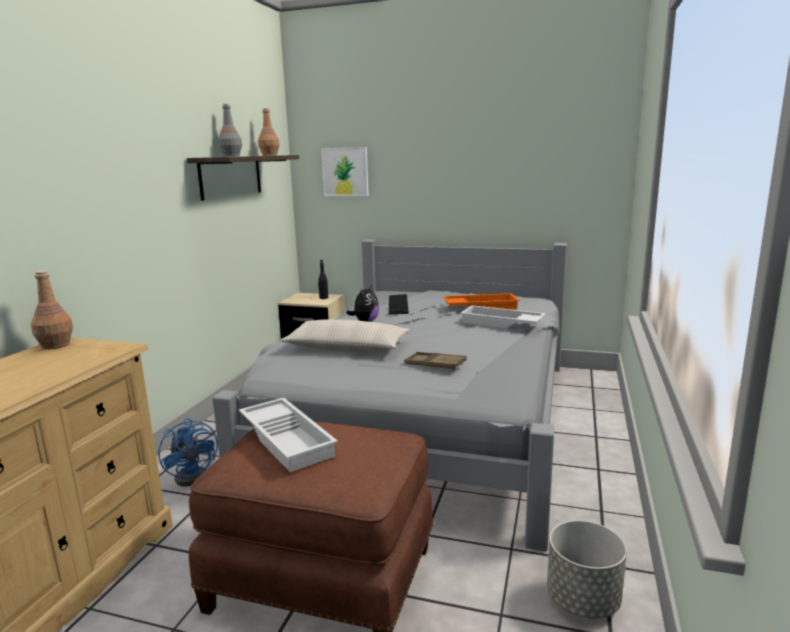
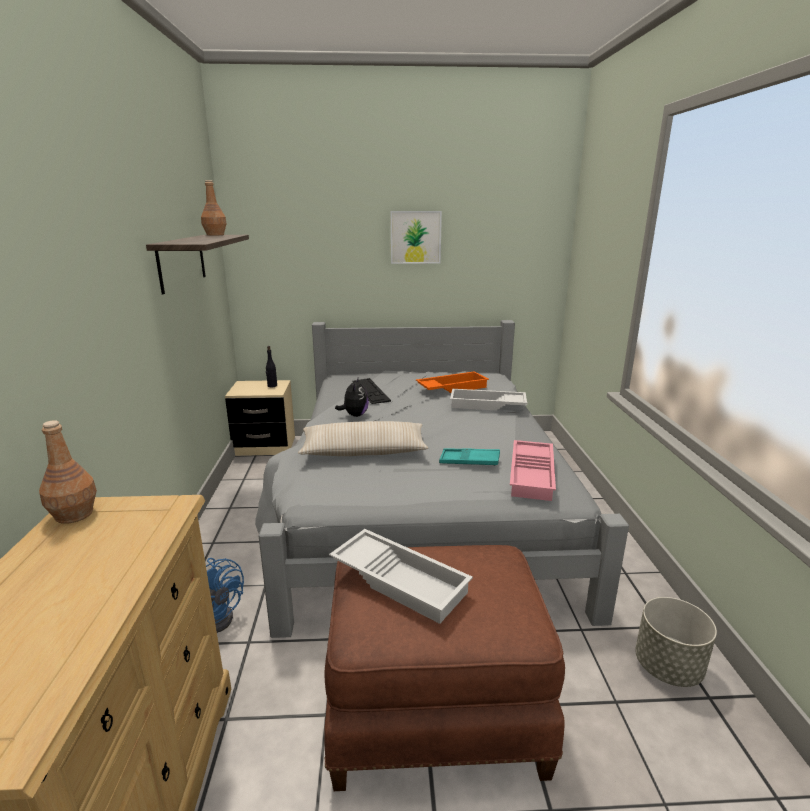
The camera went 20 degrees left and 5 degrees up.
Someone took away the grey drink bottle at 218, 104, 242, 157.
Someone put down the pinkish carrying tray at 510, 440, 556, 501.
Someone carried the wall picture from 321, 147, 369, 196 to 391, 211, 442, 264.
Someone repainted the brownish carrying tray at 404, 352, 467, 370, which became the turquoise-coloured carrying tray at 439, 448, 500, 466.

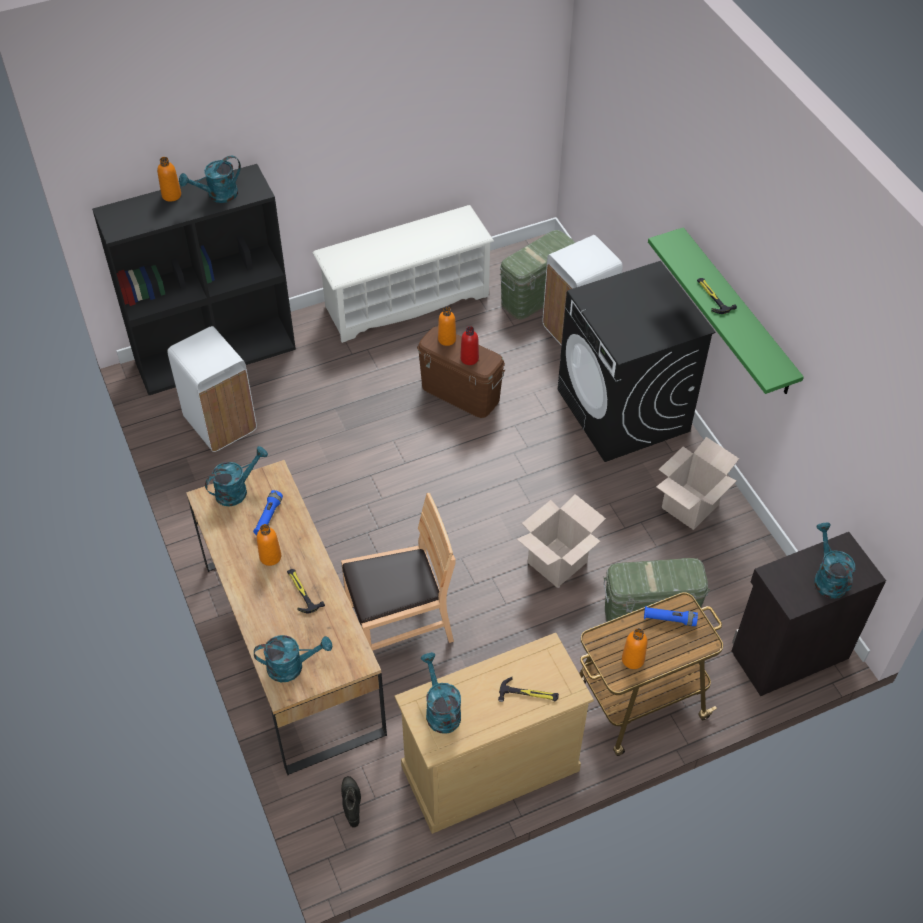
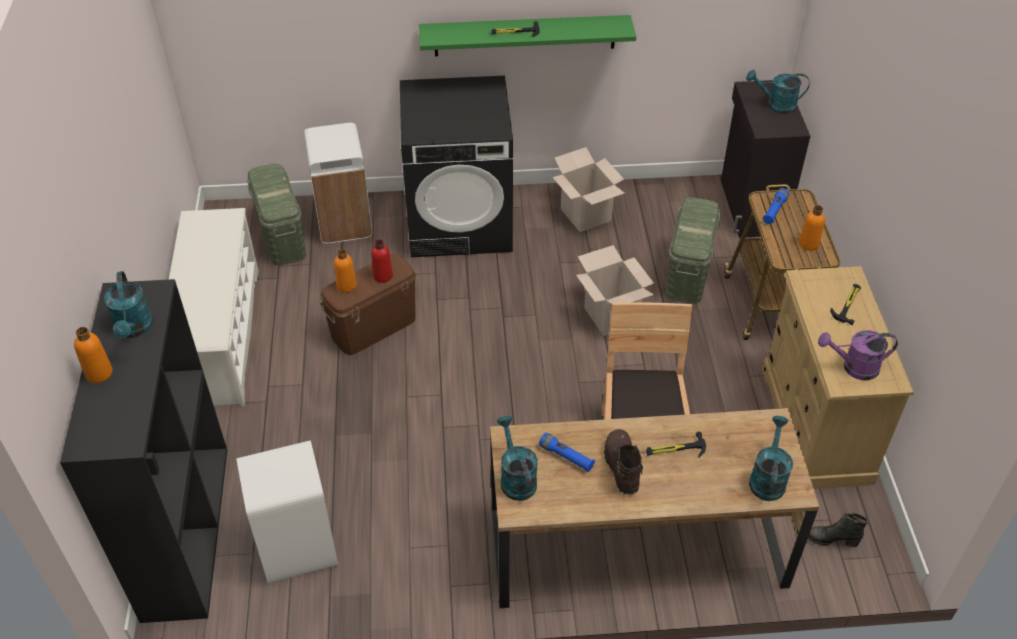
The camera went 70 degrees left and 5 degrees down.
Someone swapped the orangey drink bottle at 257, 524, 281, 566 for the brownish high-top boot at 604, 429, 643, 495.
Someone repainted the turquoise-coloured watering pot at 421, 652, 461, 734, which became the purplish watering pot at 818, 330, 898, 380.

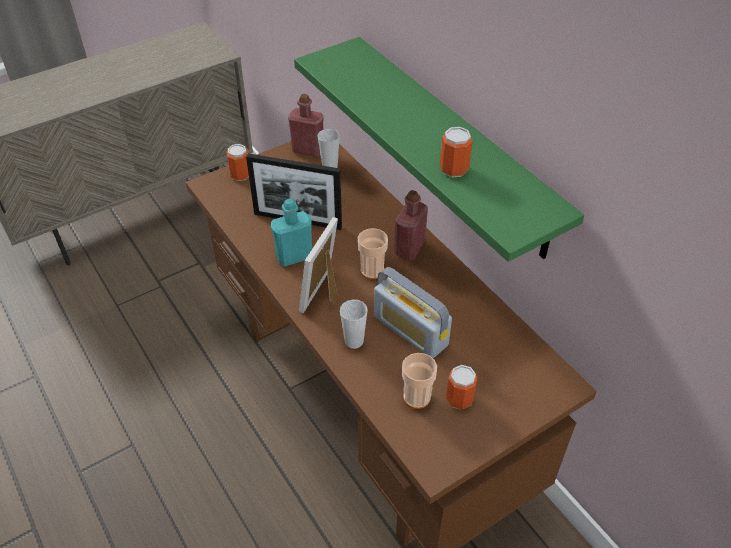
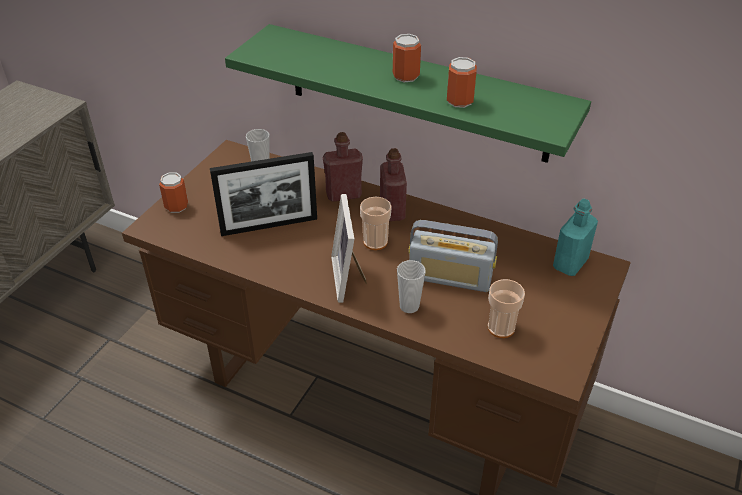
The camera went 30 degrees left and 5 degrees down.
Someone carried the turquoise-coloured drink bottle from 271, 199, 312, 267 to 553, 198, 598, 276.
Someone carried the reddish drink bottle from 288, 94, 323, 157 to 323, 132, 363, 202.
Someone carried the sealed can from 446, 365, 478, 410 to 393, 34, 421, 82.

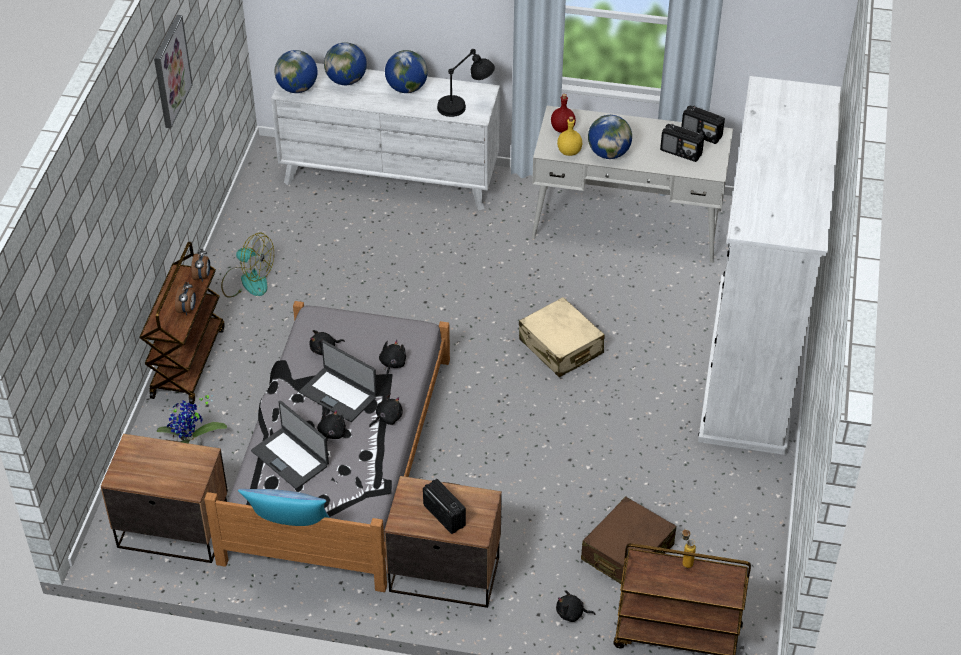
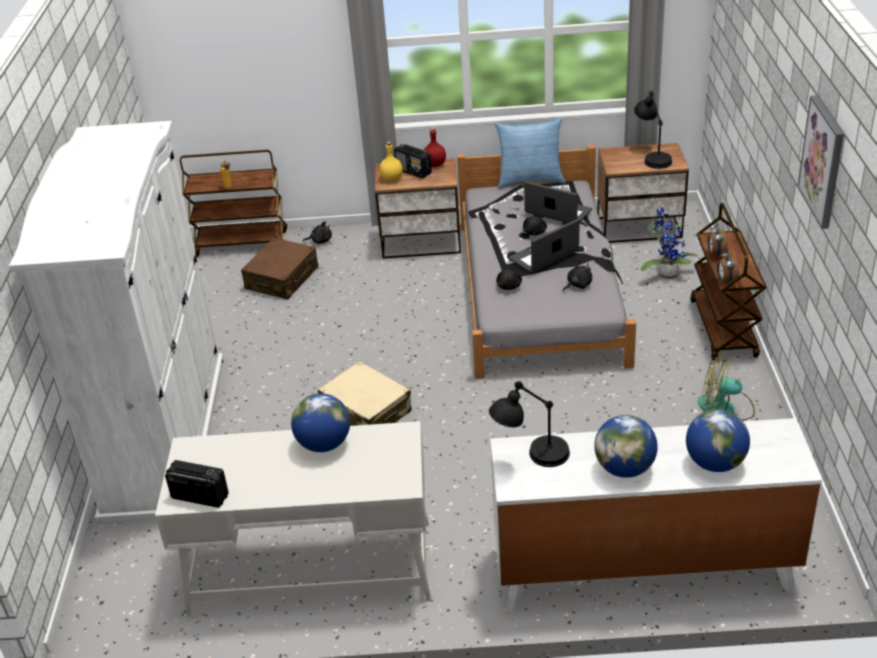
The camera went 170 degrees right and 10 degrees down.
Someone took away the world globe at 275, 50, 317, 93.
Someone took away the blackish cuddly toy at 369, 394, 403, 427.
Someone took away the radio set at 660, 124, 704, 162.
Someone put down the blackish tabletop lamp at 634, 91, 672, 169.
Someone carried the reddish drink bottle from 551, 94, 576, 133 to 424, 128, 446, 167.
Someone carried the yellow-coloured drink bottle from 557, 116, 582, 156 to 380, 142, 403, 181.
Someone rotated the notebook computer at 299, 340, 377, 422 by 60 degrees counterclockwise.

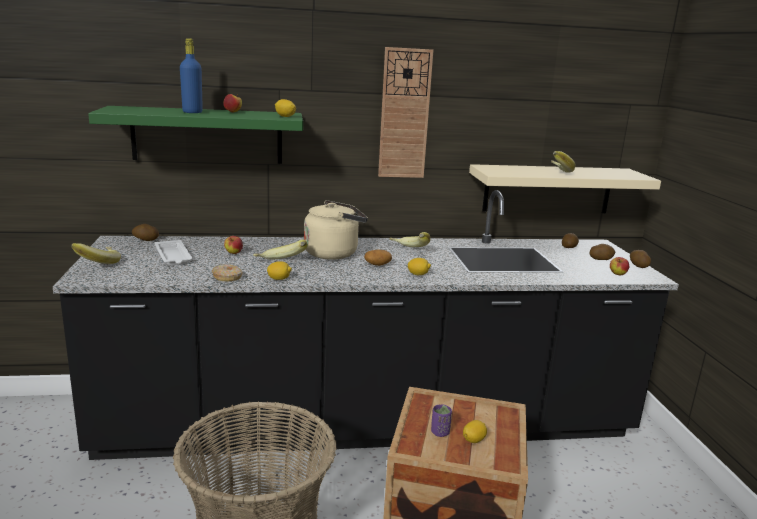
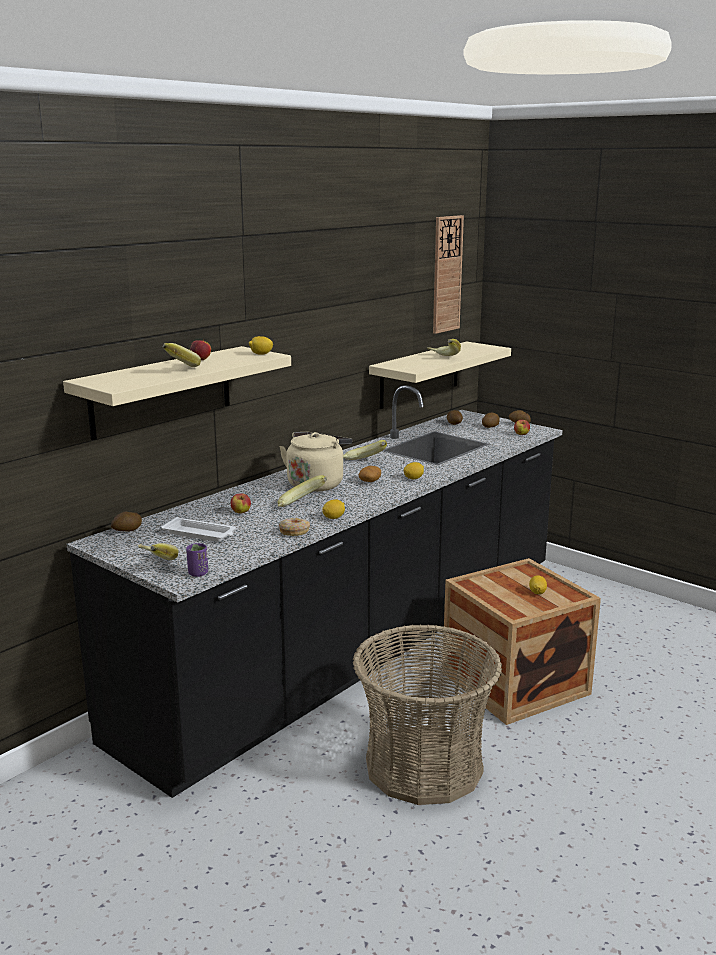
The camera went 40 degrees left and 0 degrees up.
Someone carried the wall clock from 378, 47, 433, 178 to 433, 215, 464, 334.
Someone carried the purplish drinking cup from 431, 404, 452, 437 to 186, 543, 208, 577.
Someone swapped the bluish drink bottle at 180, 38, 203, 113 for the banana fruit at 163, 343, 201, 367.
Someone repainted the greenish bracket shelf at 88, 106, 303, 164, which became the beige-coloured bracket shelf at 63, 346, 291, 440.

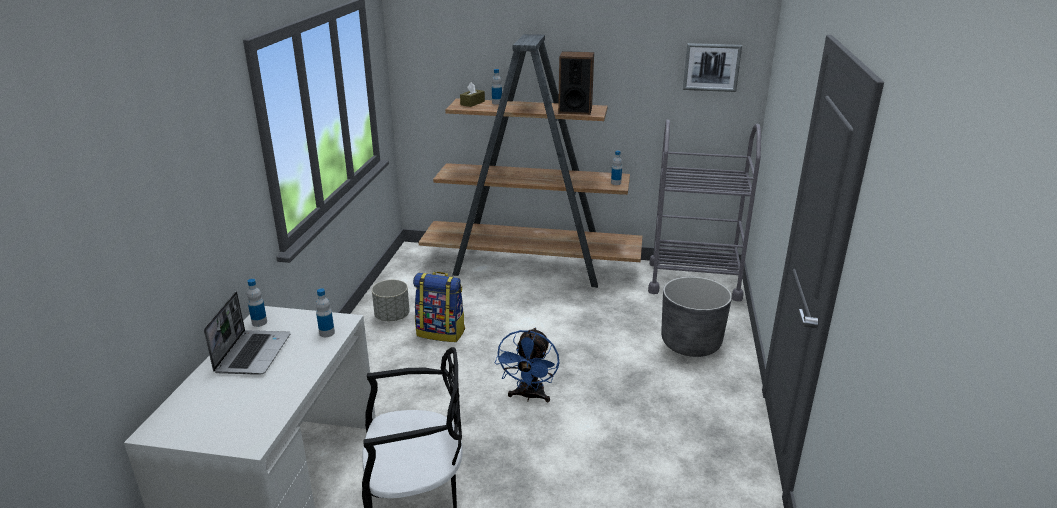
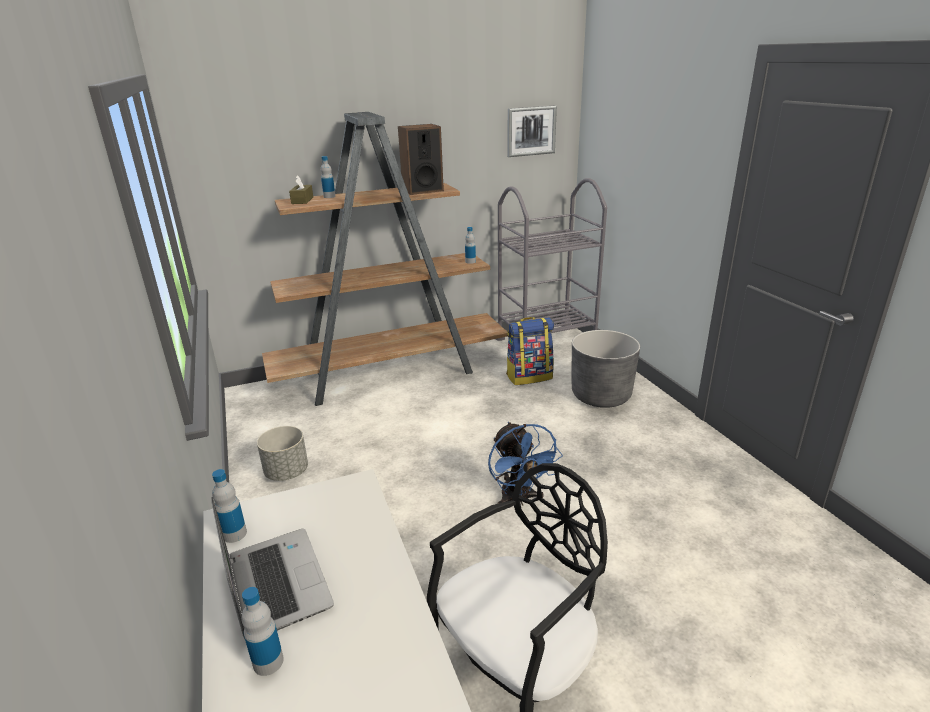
The camera went 30 degrees left and 0 degrees up.
Someone carried the drink bottle from 316, 288, 335, 337 to 242, 587, 284, 676.
Someone carried the backpack from 413, 272, 465, 342 to 506, 317, 554, 385.

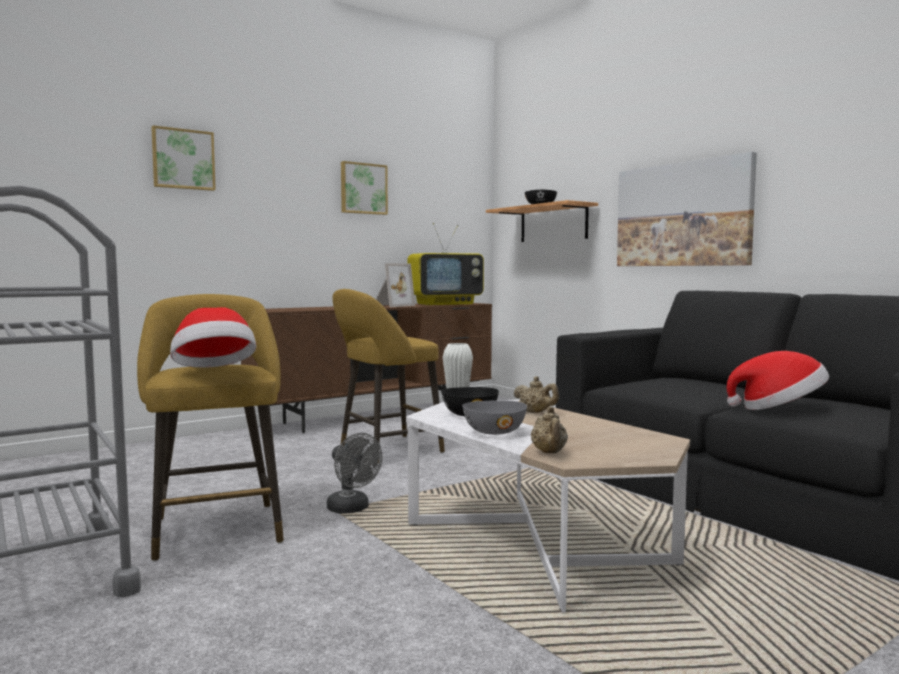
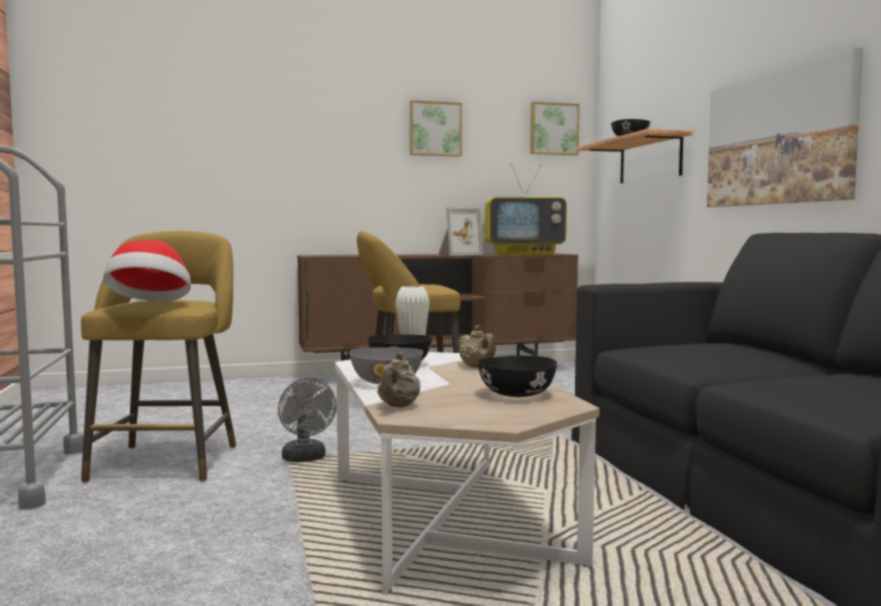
The camera went 20 degrees right and 0 degrees up.
Someone took away the clothing hat at 726, 351, 829, 410.
Someone put down the blackish serving bowl at 477, 356, 557, 397.
Someone carried the wall picture from 151, 125, 216, 191 to 530, 102, 580, 155.

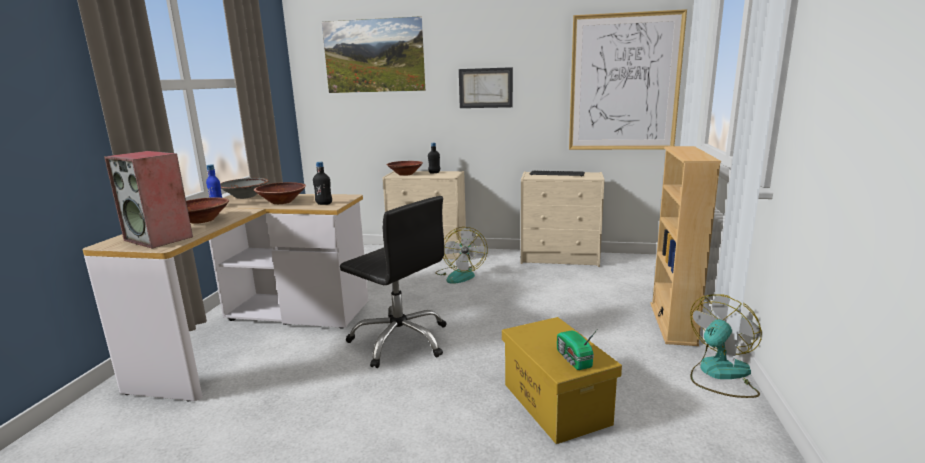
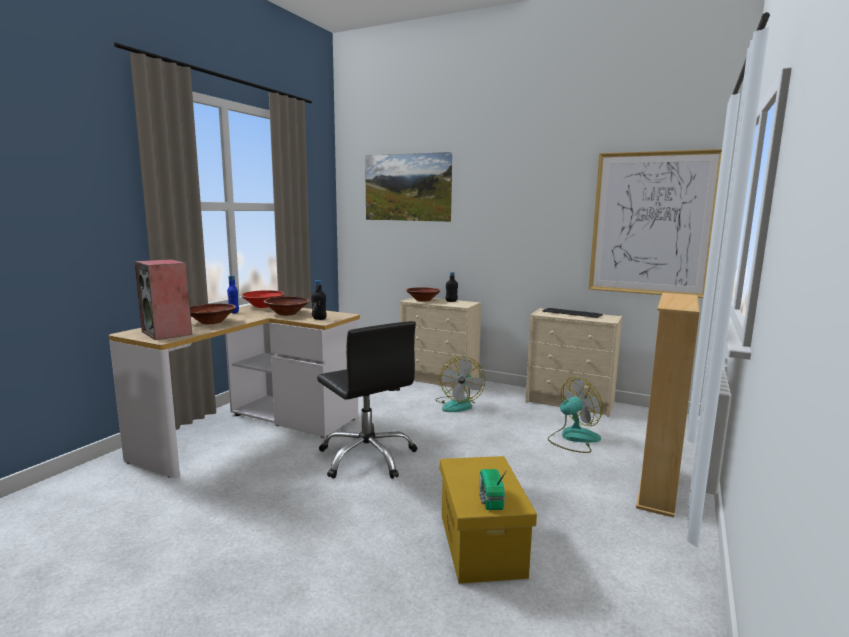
The camera went 15 degrees right and 5 degrees down.
Someone took away the wall picture at 459, 67, 513, 108.
Someone carried the cooling fan from 690, 294, 762, 398 to 548, 377, 603, 453.
Someone repainted the grey serving bowl at 220, 178, 269, 199, which became the reddish serving bowl at 241, 290, 285, 308.

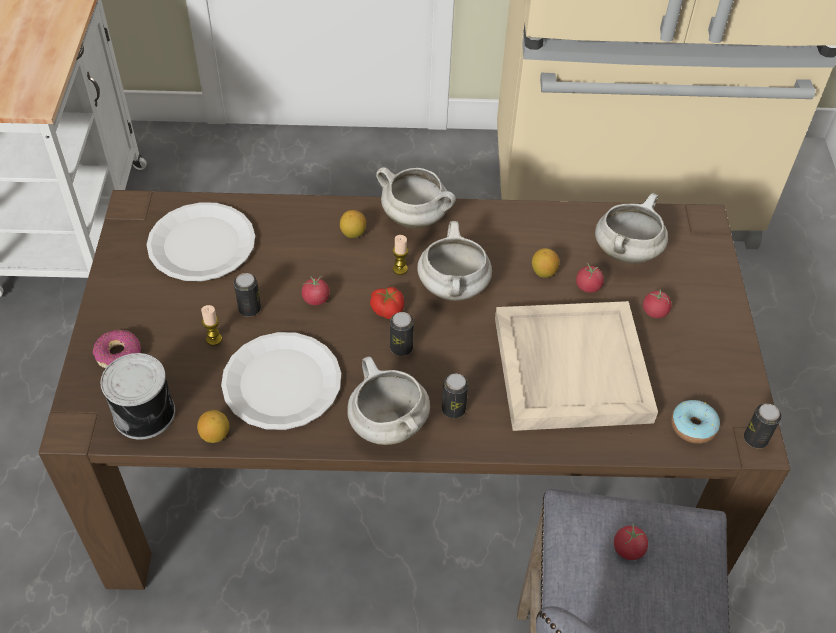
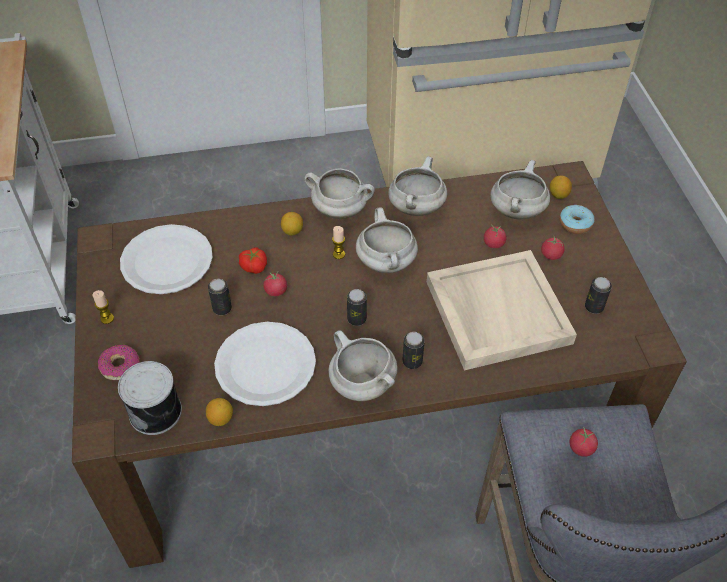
The camera went 10 degrees left and 0 degrees up.
Someone put down the white saucepot at 388, 156, 447, 216.
Someone carried the wax light from 201, 305, 222, 346 to 92, 290, 114, 324.
Someone carried the fresh tomato from 370, 287, 404, 319 to 239, 247, 267, 274.
Someone carried the citrus fruit from 532, 248, 559, 278 to 550, 176, 572, 199.
Someone carried the doughnut from 671, 400, 720, 444 to 559, 205, 595, 234.
Someone carried the sealed can from 744, 403, 781, 448 to 585, 277, 612, 314.

